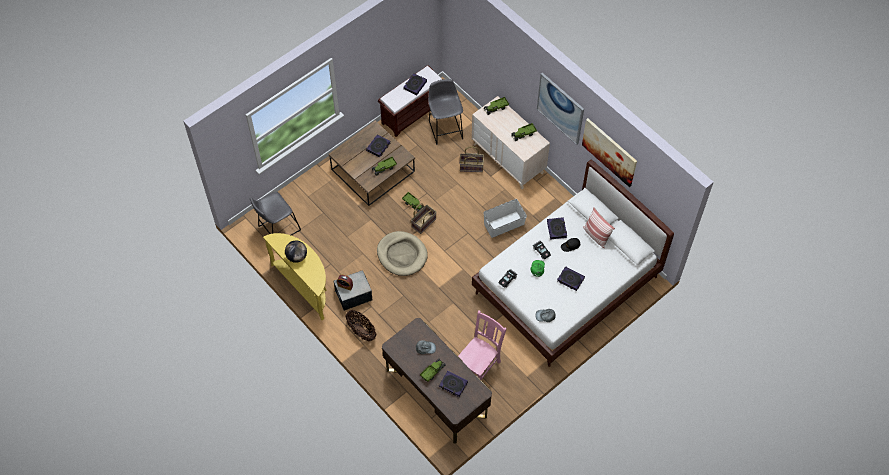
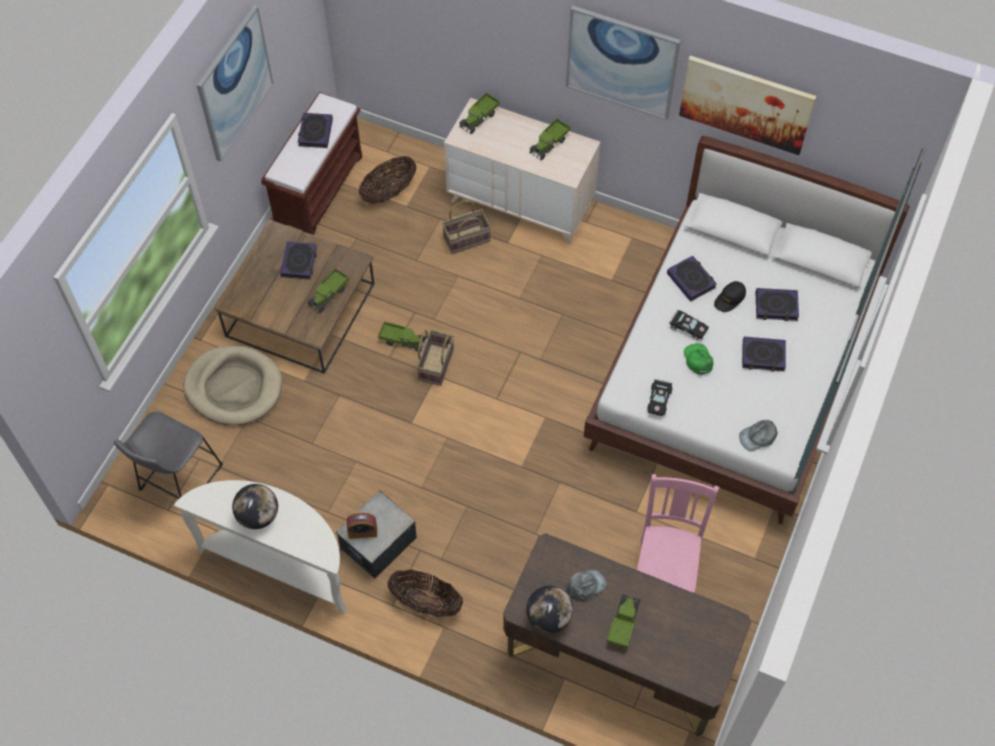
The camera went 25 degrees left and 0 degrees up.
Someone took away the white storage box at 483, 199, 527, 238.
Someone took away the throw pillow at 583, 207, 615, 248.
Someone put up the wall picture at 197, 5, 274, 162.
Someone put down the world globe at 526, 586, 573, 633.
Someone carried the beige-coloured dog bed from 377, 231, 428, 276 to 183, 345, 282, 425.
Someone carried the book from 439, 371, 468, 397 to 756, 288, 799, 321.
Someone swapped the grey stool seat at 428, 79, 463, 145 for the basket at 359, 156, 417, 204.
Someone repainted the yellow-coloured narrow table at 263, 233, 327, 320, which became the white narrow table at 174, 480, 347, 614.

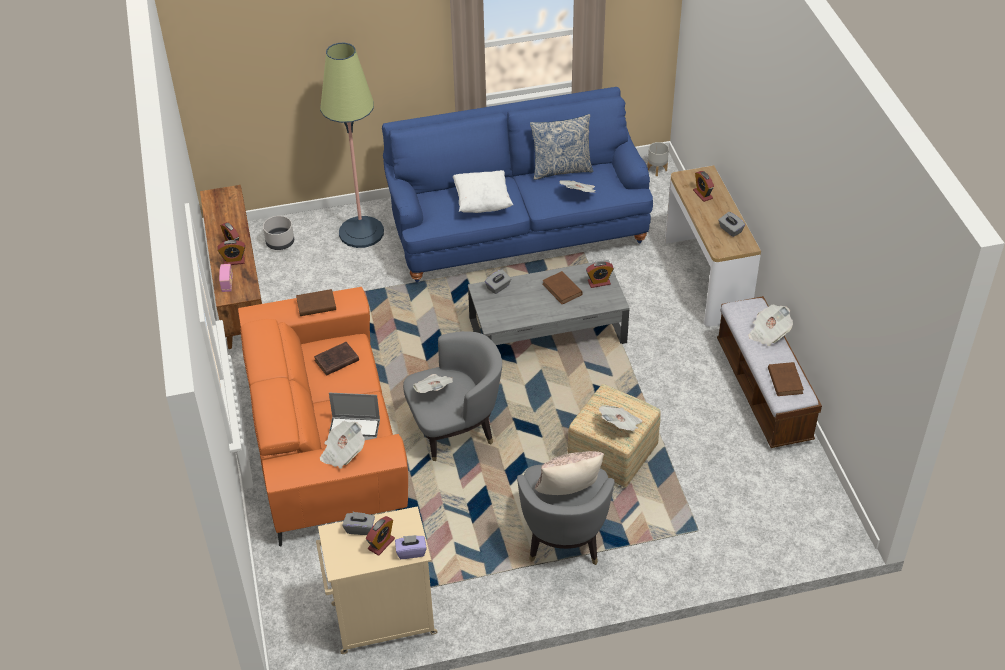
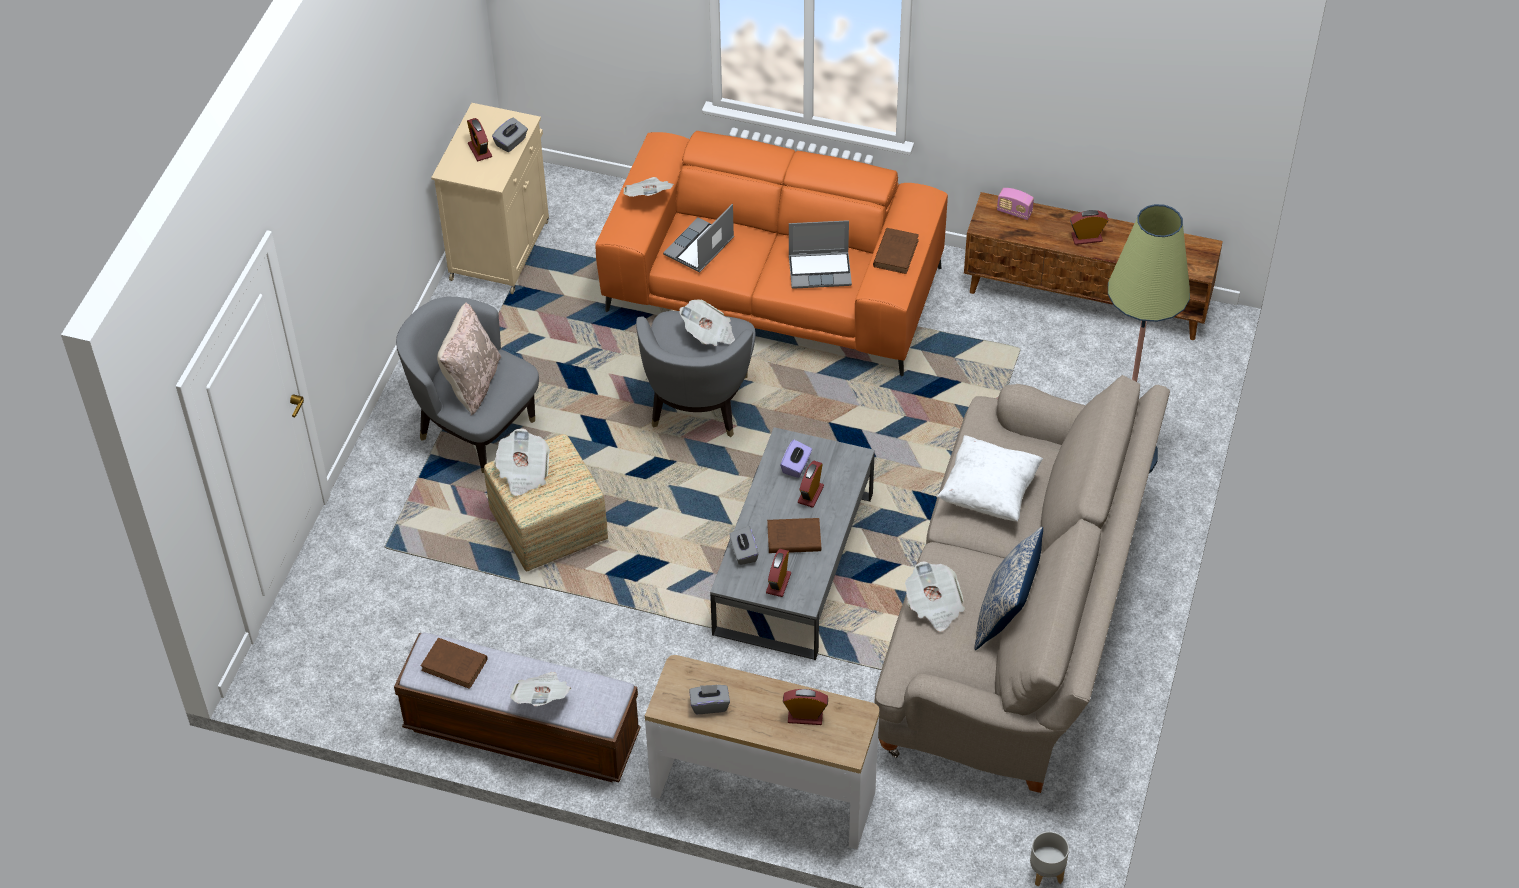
The camera went 120 degrees right and 5 degrees up.
Someone took away the grey planter at 263, 216, 294, 250.
Someone carried the alarm clock from 217, 240, 245, 265 to 798, 461, 824, 508.
Someone carried the purplish tissue box from 395, 535, 427, 559 to 780, 440, 812, 478.
Someone carried the grey tissue box from 485, 269, 511, 294 to 729, 526, 758, 565.
Someone swapped the brownish book at 314, 342, 359, 376 for the notebook computer at 789, 220, 852, 289.
Someone repainted the bluish sofa at 382, 87, 653, 283, which became the beige-coloured sofa at 874, 375, 1170, 793.

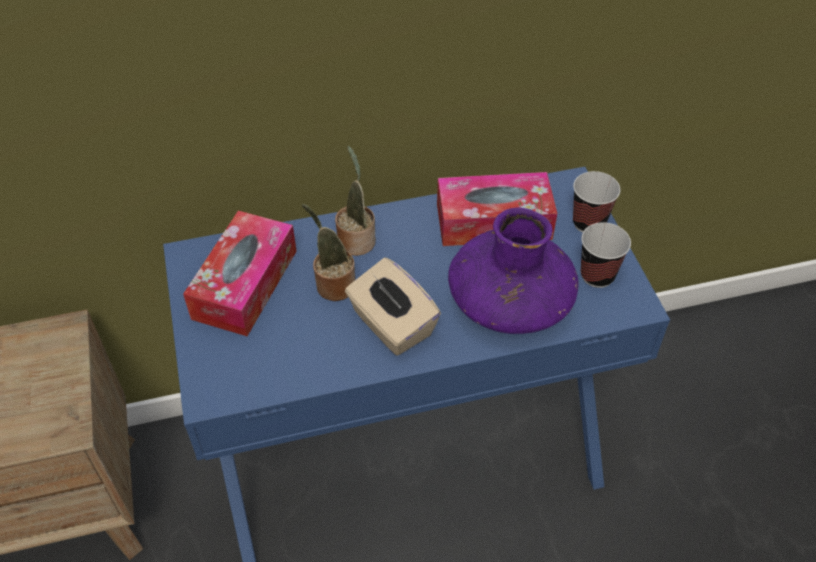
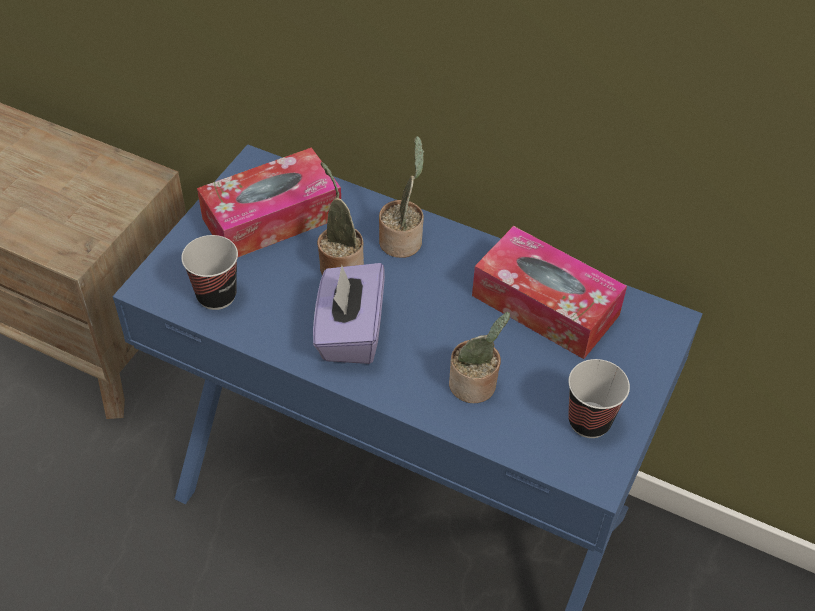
The camera went 40 degrees right and 0 degrees up.
Someone carried the drinking cup from 573, 171, 620, 233 to 181, 235, 238, 310.
Someone swapped the purplish flower vase at 448, 207, 578, 334 for the potted plant at 449, 312, 510, 403.
Someone repainted the beige-coloured tissue box at 345, 258, 441, 356, which became the purplish tissue box at 313, 263, 385, 364.

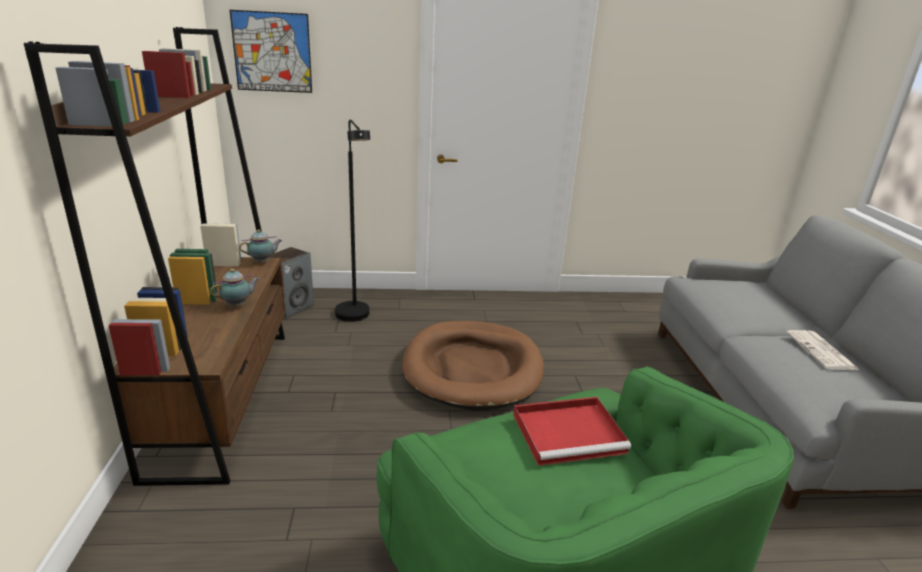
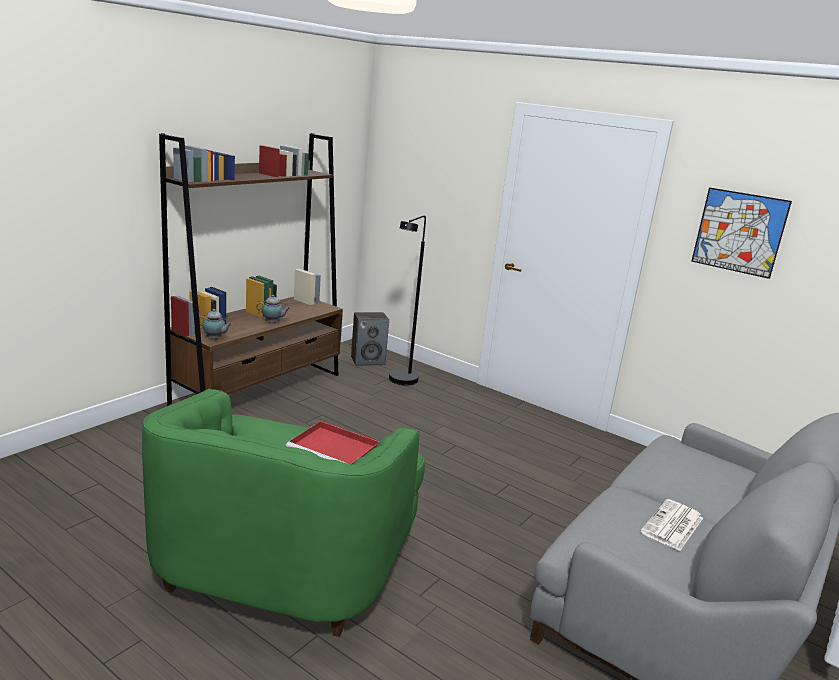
The camera went 40 degrees right and 5 degrees down.
Someone took away the brownish dog bed at 402, 321, 544, 411.
Someone carried the wall picture from 230, 10, 312, 93 to 691, 187, 792, 279.
Someone carried the pot for tea from 239, 229, 282, 263 to 199, 309, 232, 340.

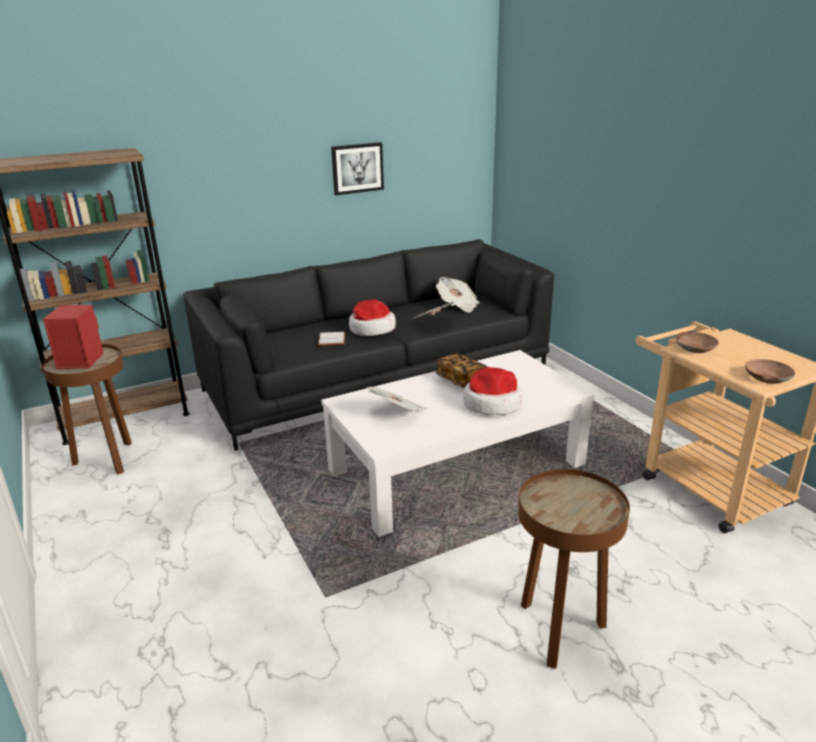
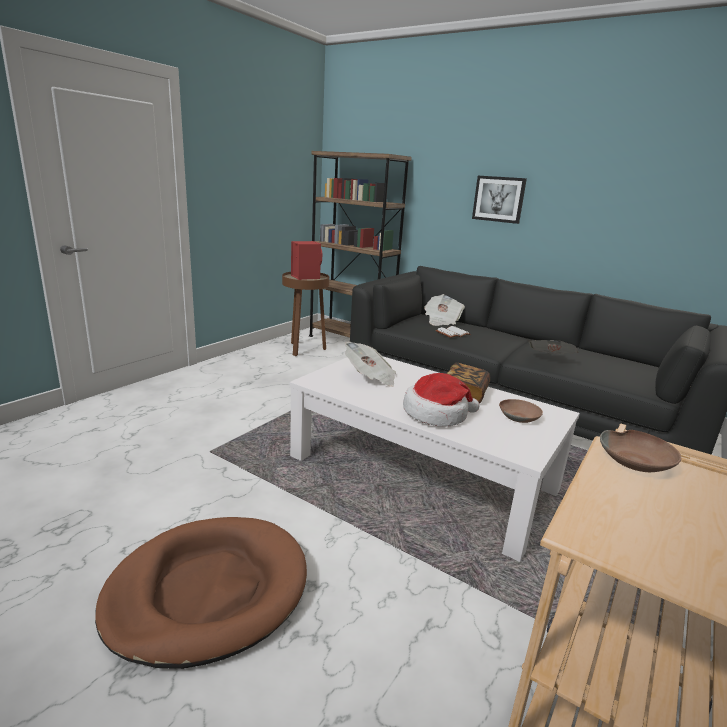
The camera went 60 degrees right and 5 degrees down.
Someone took away the clothing hat at 349, 299, 396, 336.
Someone carried the wall picture from 331, 142, 384, 195 to 472, 176, 527, 224.
Someone carried the newspaper from 436, 277, 480, 313 to 424, 294, 465, 326.
Someone carried the brownish serving bowl from 745, 359, 795, 384 to 499, 399, 543, 423.
Someone swapped the brownish end table at 518, 469, 630, 669 for the brownish dog bed at 95, 517, 307, 669.

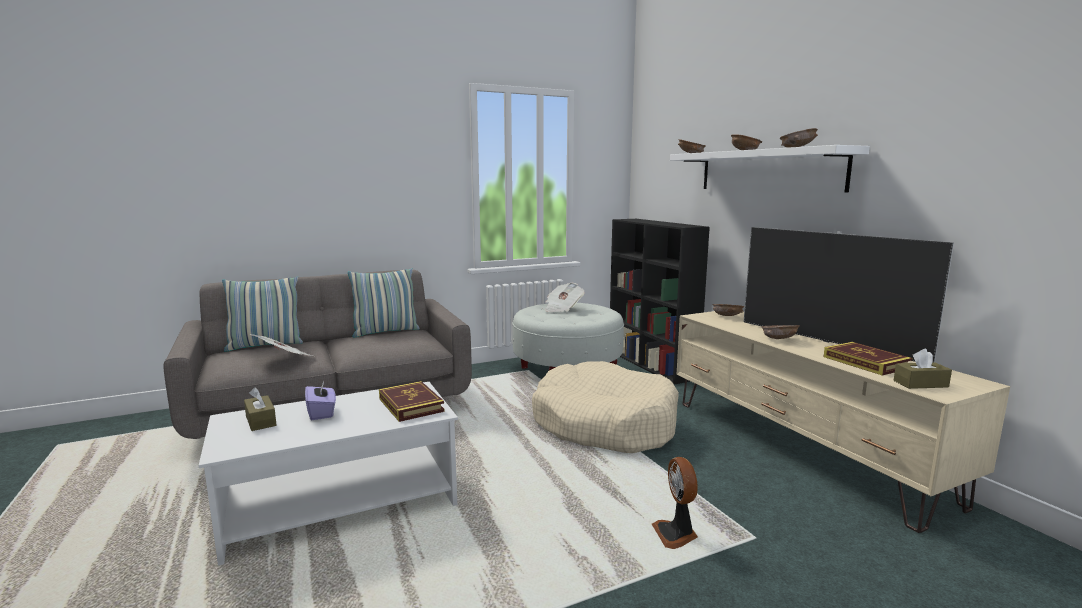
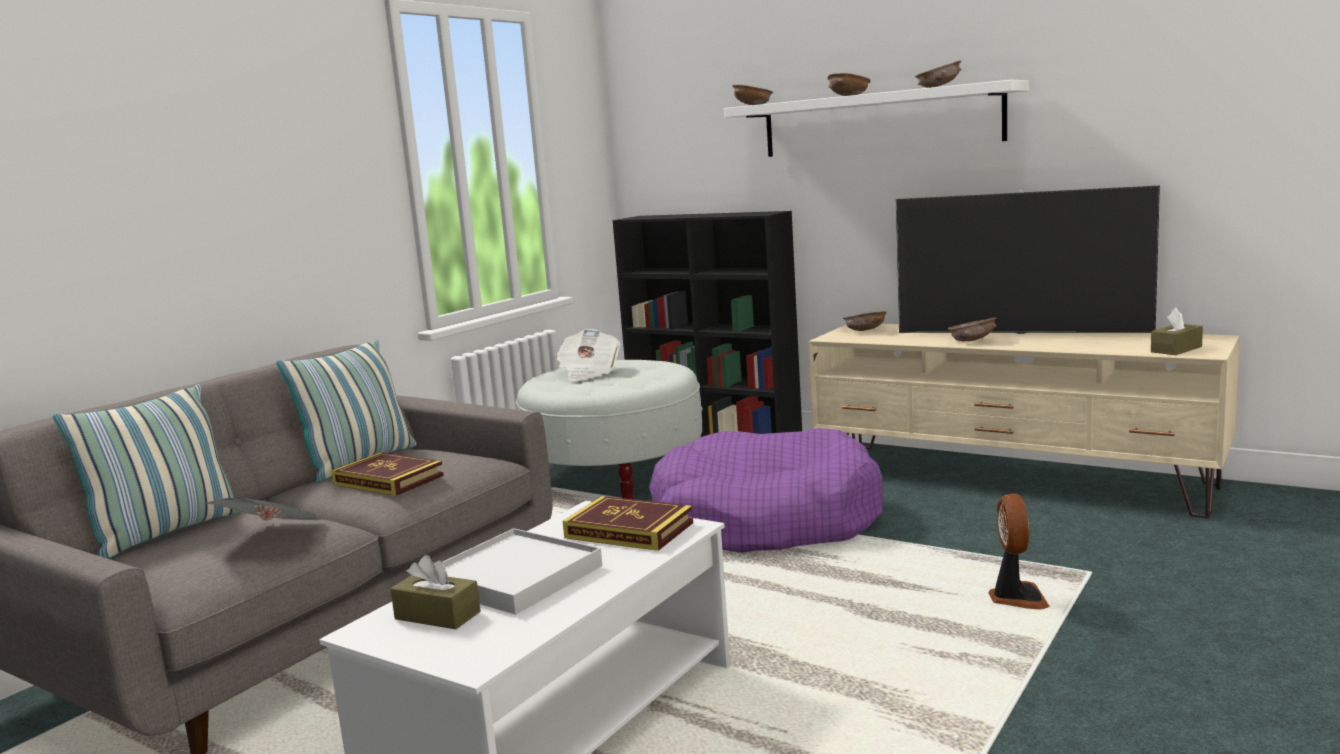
The camera went 30 degrees left and 0 degrees up.
Someone carried the book from 824, 342, 912, 375 to 331, 452, 444, 496.
Someone swapped the purplish tissue box at 305, 381, 336, 420 for the white carrying tray at 442, 528, 602, 615.
Someone repainted the beige-coloured dog bed at 532, 361, 679, 453, which became the purplish dog bed at 649, 428, 883, 553.
Someone rotated the cooling fan at 652, 457, 698, 549 by 135 degrees counterclockwise.

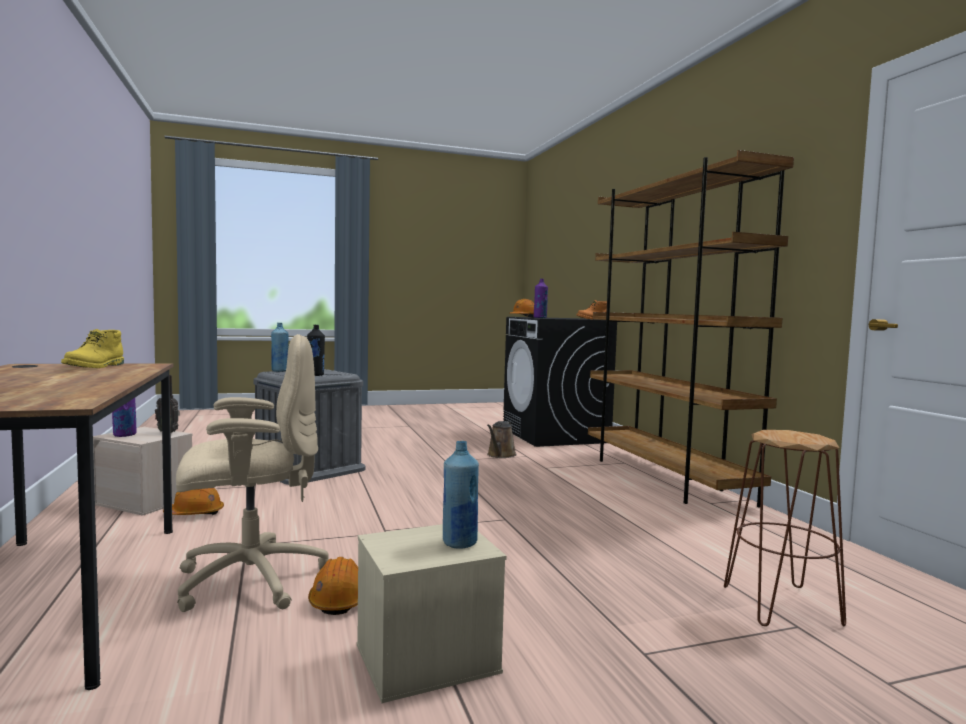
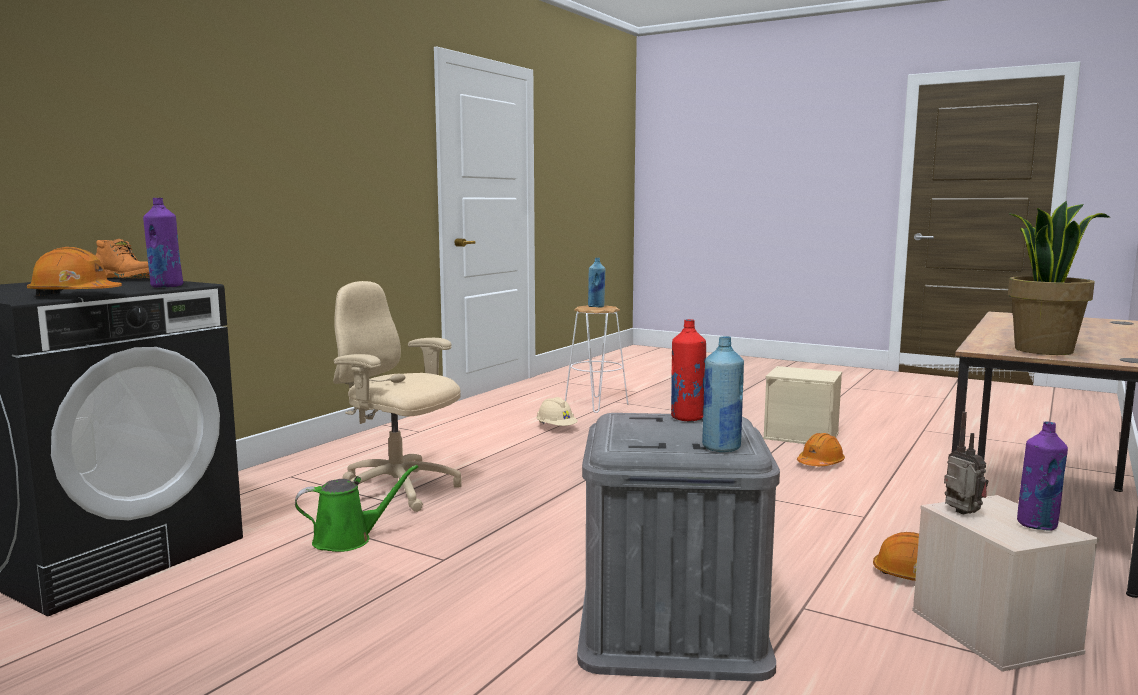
The camera went 130 degrees left and 5 degrees up.
Someone took away the brownish bookcase at 588, 150, 794, 507.
Someone put down the beige-coloured hard hat at 536, 397, 578, 426.
Someone carried the beige-coloured office chair from 176, 334, 329, 612 to 333, 281, 462, 512.
Someone carried the bluish drink bottle from 443, 441, 479, 549 to 588, 258, 605, 308.
Someone swapped the yellow-coloured high-top boot at 61, 329, 124, 368 for the potted plant at 1008, 201, 1110, 355.
Someone repainted the blackish drink bottle at 307, 325, 325, 376, which became the reddish drink bottle at 671, 319, 706, 421.
Someone repainted the brownish watering pot at 487, 421, 517, 458, which became the greenish watering pot at 295, 465, 418, 552.
Someone repainted the brownish stool seat at 724, 430, 846, 626, which became the white stool seat at 565, 305, 629, 413.

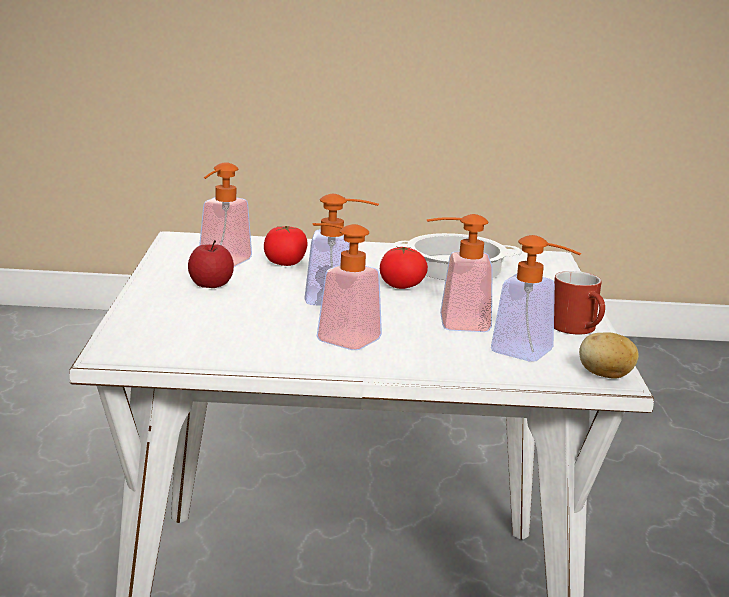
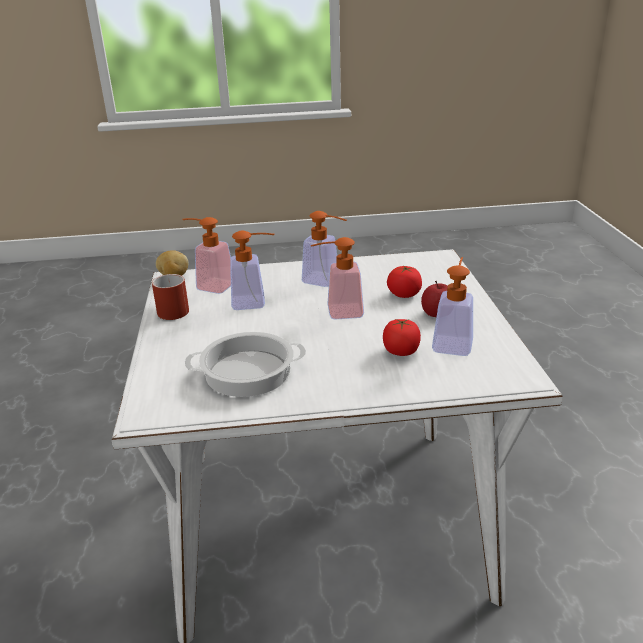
The camera went 175 degrees right and 10 degrees up.
Someone carried the fresh tomato from 380, 246, 428, 289 to 387, 266, 422, 298.

